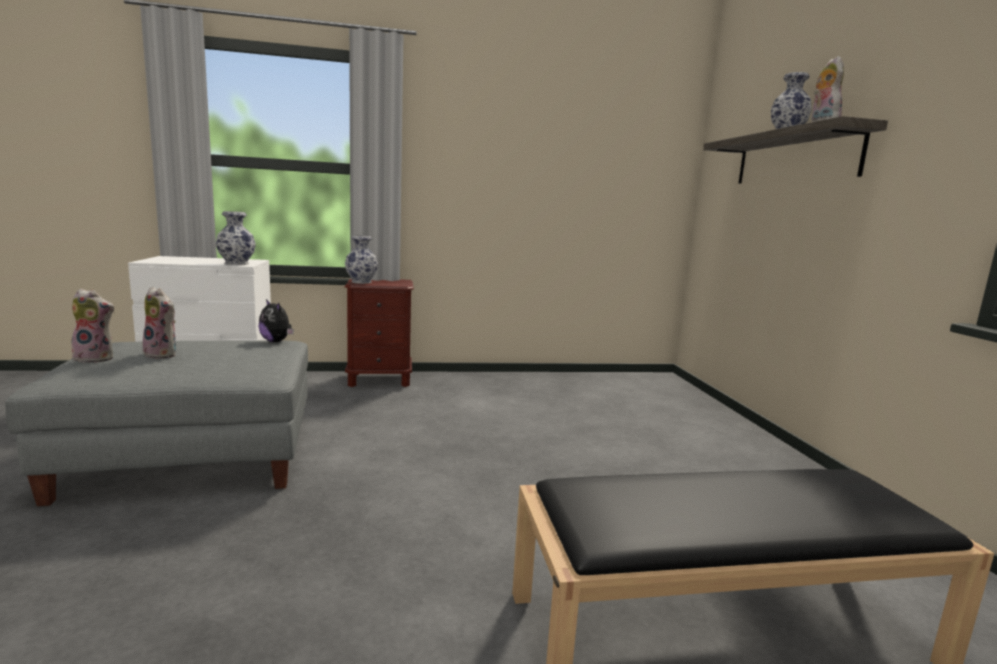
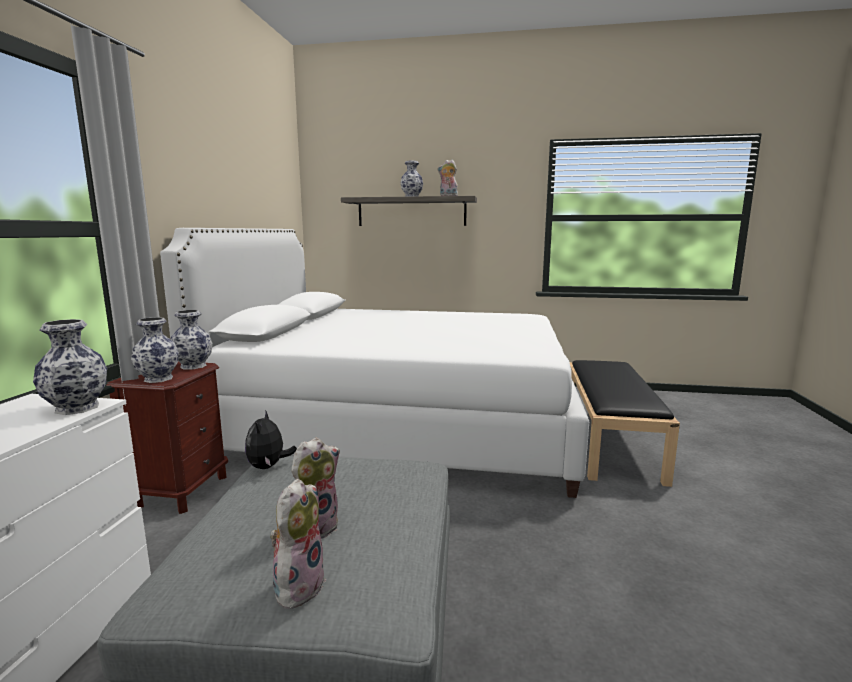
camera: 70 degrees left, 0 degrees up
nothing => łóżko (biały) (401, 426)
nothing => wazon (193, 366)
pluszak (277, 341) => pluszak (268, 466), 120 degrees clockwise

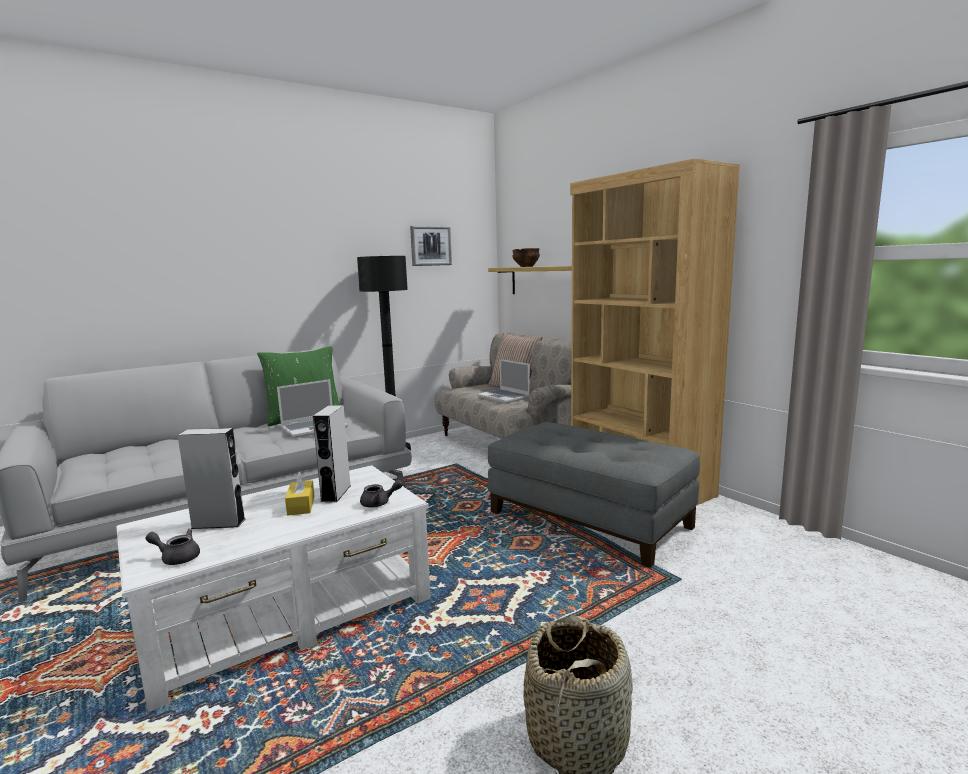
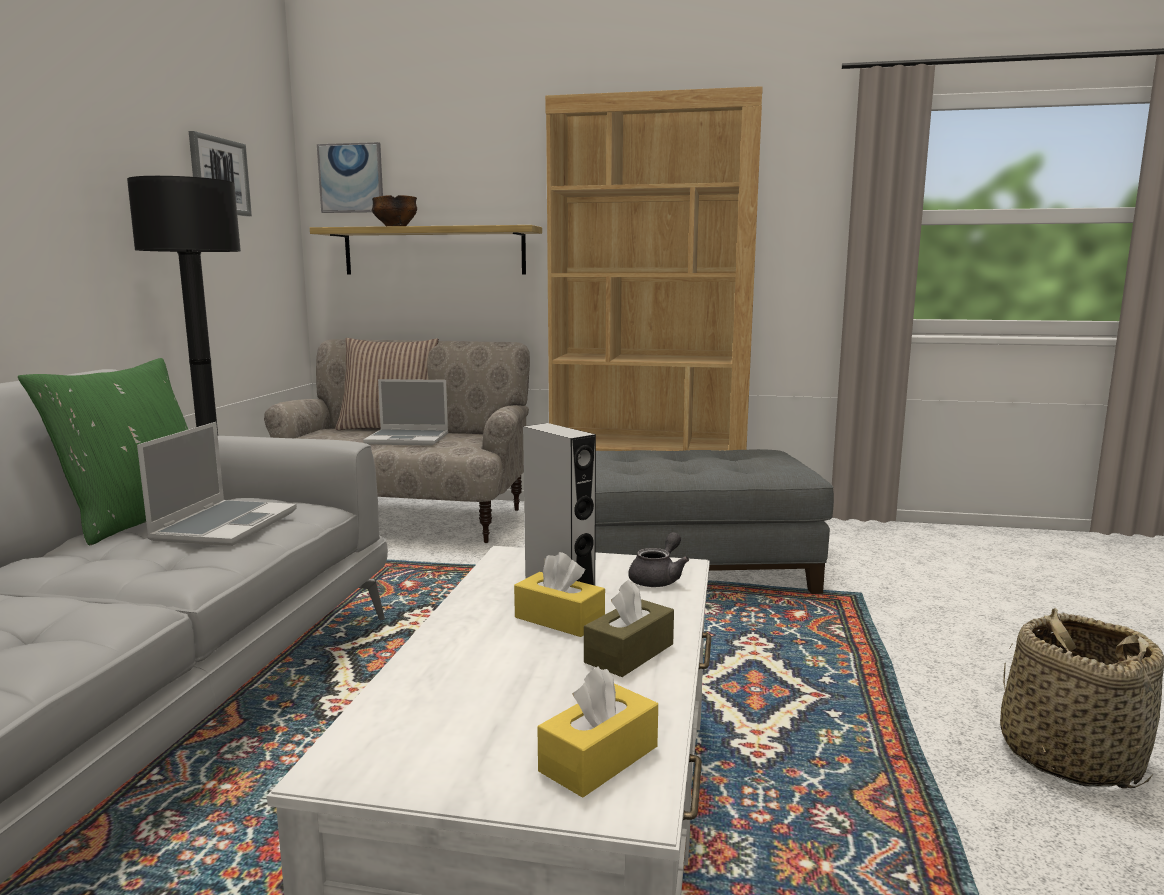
camera: 45 degrees left, 0 degrees up
nothing => obraz (351, 178)
imbryk (szary) (177, 557) => pudełko chusteczek (żółty) (599, 759)
nothing => pudełko chusteczek (brązowy) (629, 653)
głośnik (szary) (218, 523) => nothing

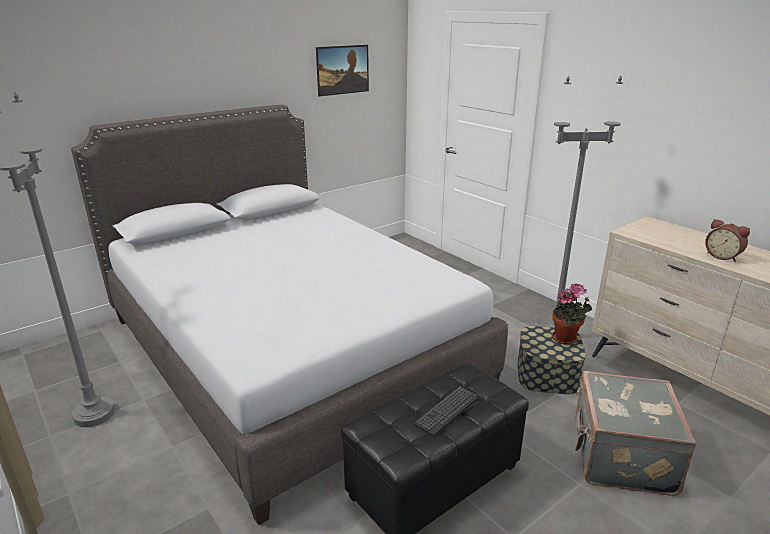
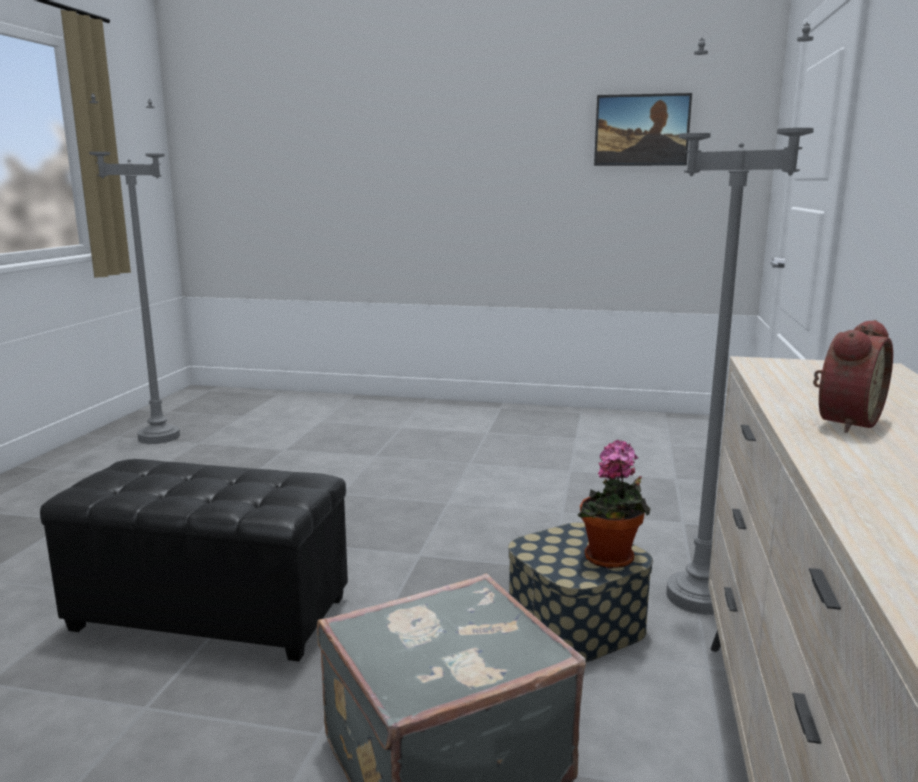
camera: 50 degrees right, 10 degrees down
budzik (722, 256) => budzik (843, 421), 150 degrees counterclockwise
łóżko (szary) (288, 352) => nothing
klawiatura (447, 411) => nothing

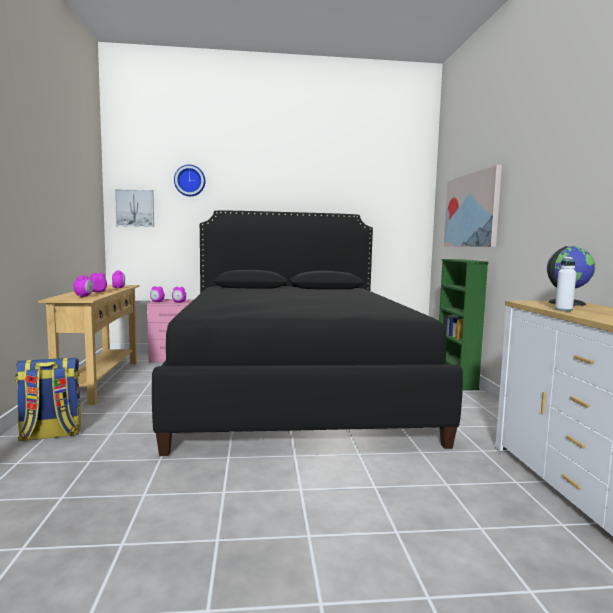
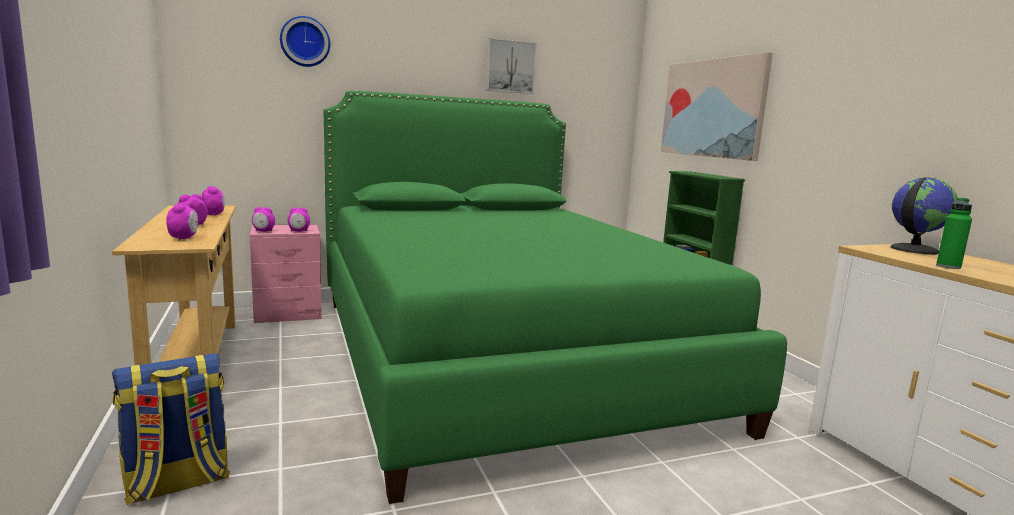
camera: 15 degrees left, 5 degrees up
łóżko (czarny) (294, 388) => łóżko (zielony) (499, 356)
obraz (135, 208) => obraz (510, 66), moved
butelka (biały) (563, 310) => butelka (zielony) (948, 266)

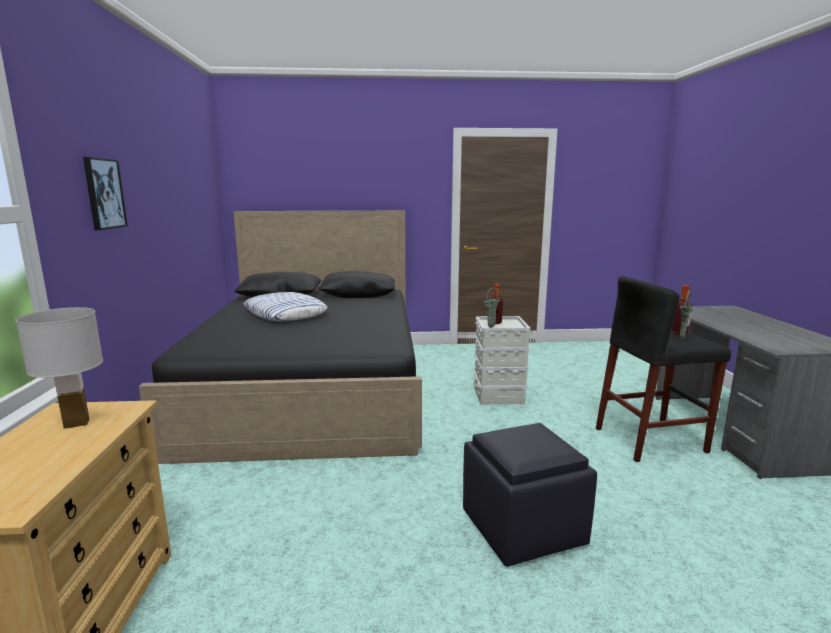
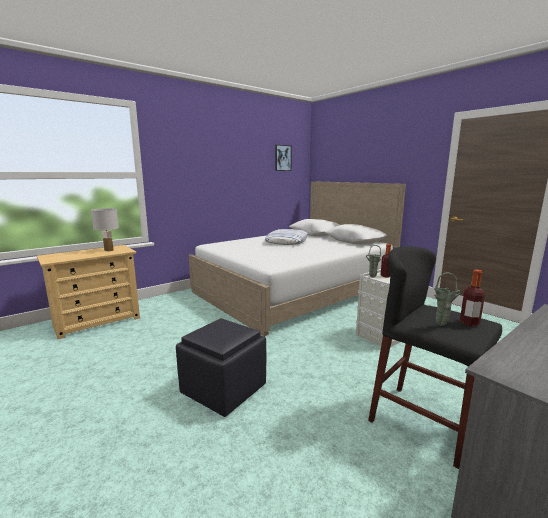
camera: 55 degrees right, 0 degrees up
łóżko (czarny) (313, 388) => łóżko (biały) (295, 290)
obraz (104, 194) => obraz (282, 158), moved

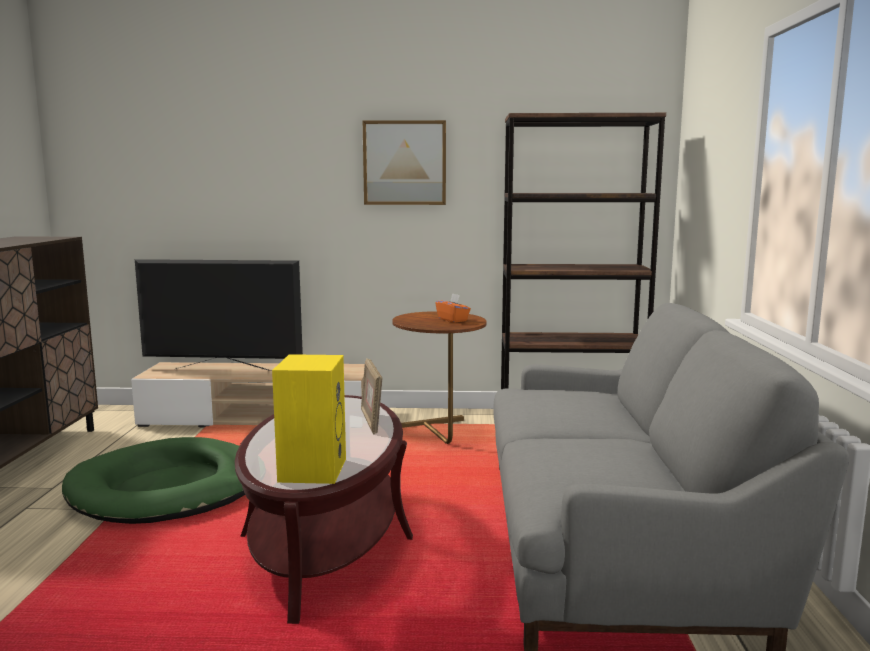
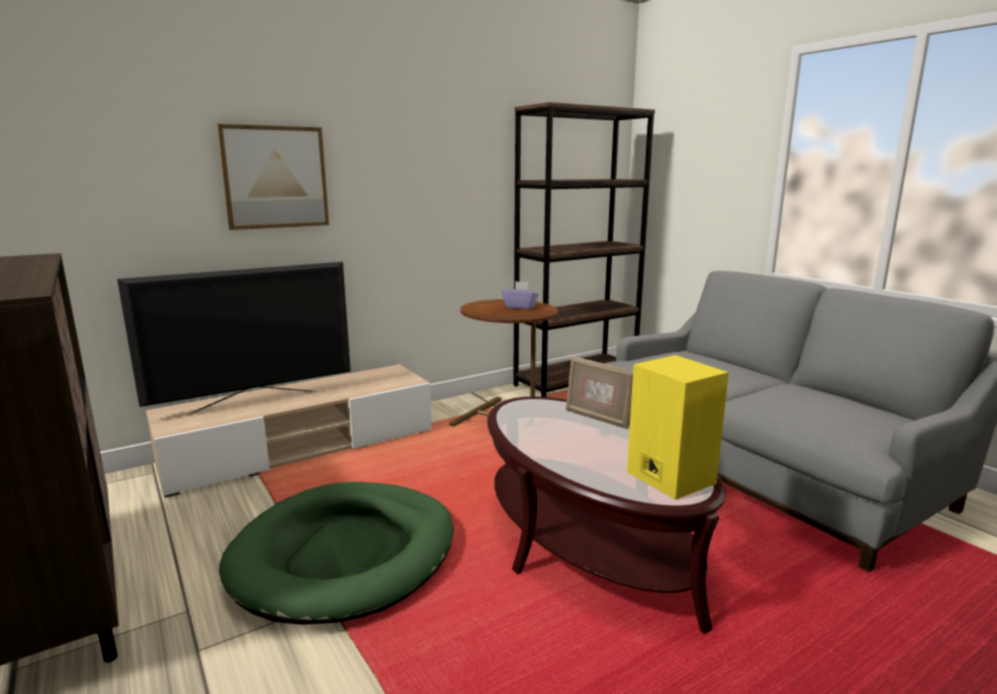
camera: 35 degrees left, 5 degrees up
obraz (404, 163) => obraz (275, 177), moved
pudełko chusteczek (pomarańczowy) (453, 320) => pudełko chusteczek (fioletowy) (520, 307)

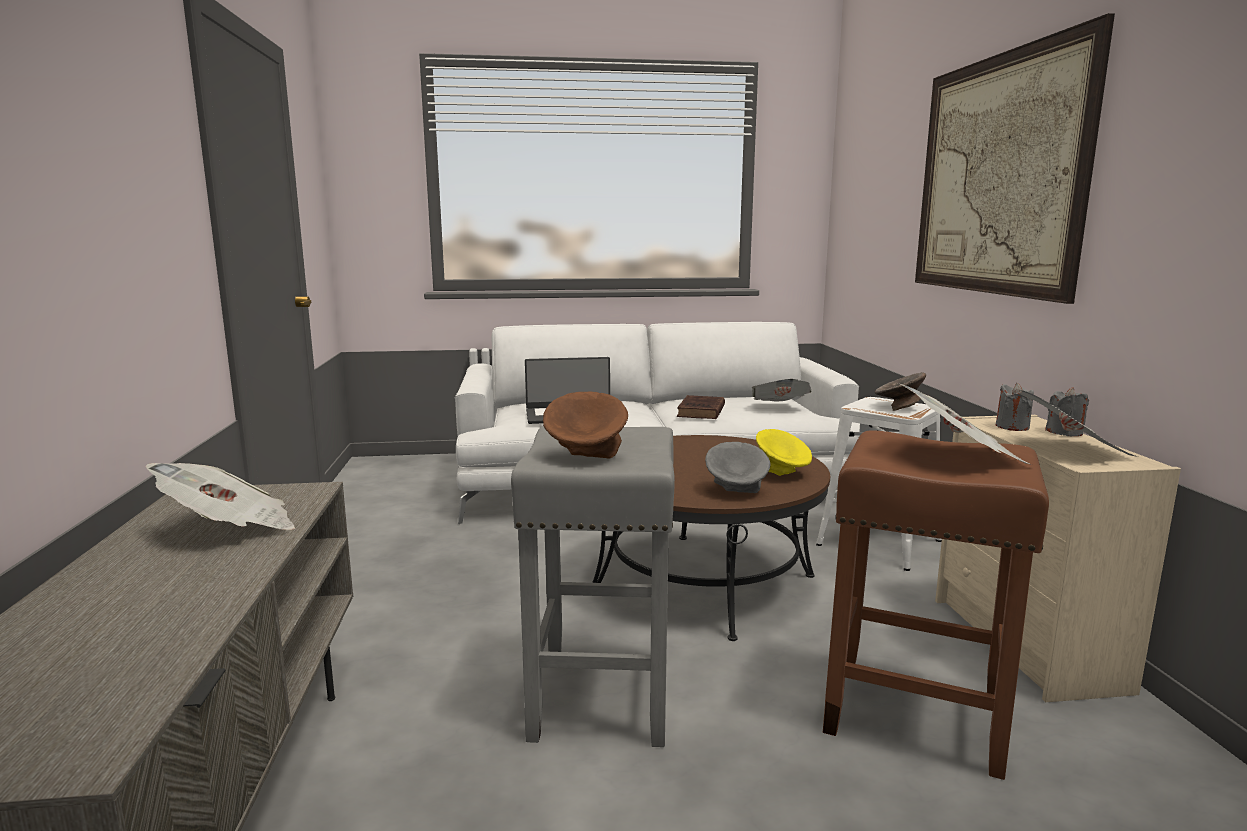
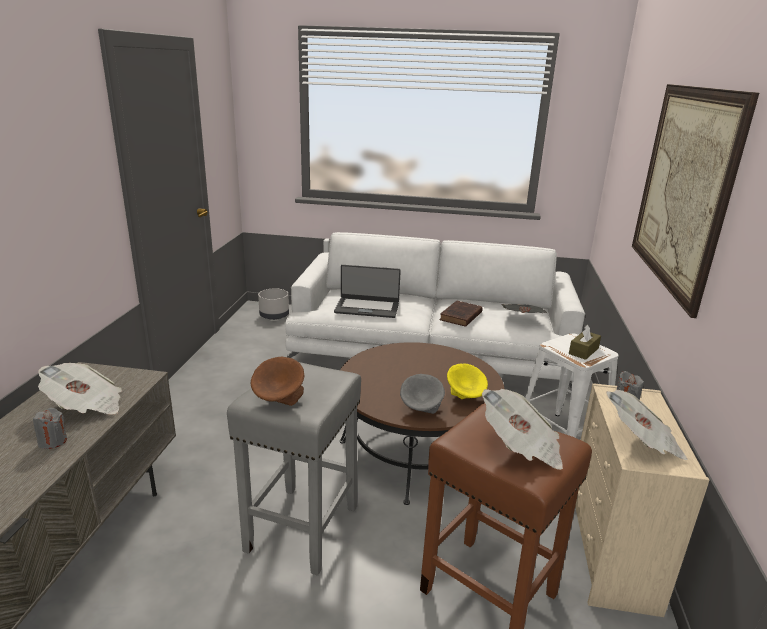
camera: 15 degrees right, 10 degrees up
świeca (szary) (1064, 433) => świeca (szary) (53, 441), moved
nothing => donica (szary) (274, 315)
miska (szary) (898, 408) => pudełko chusteczek (brązowy) (583, 351)

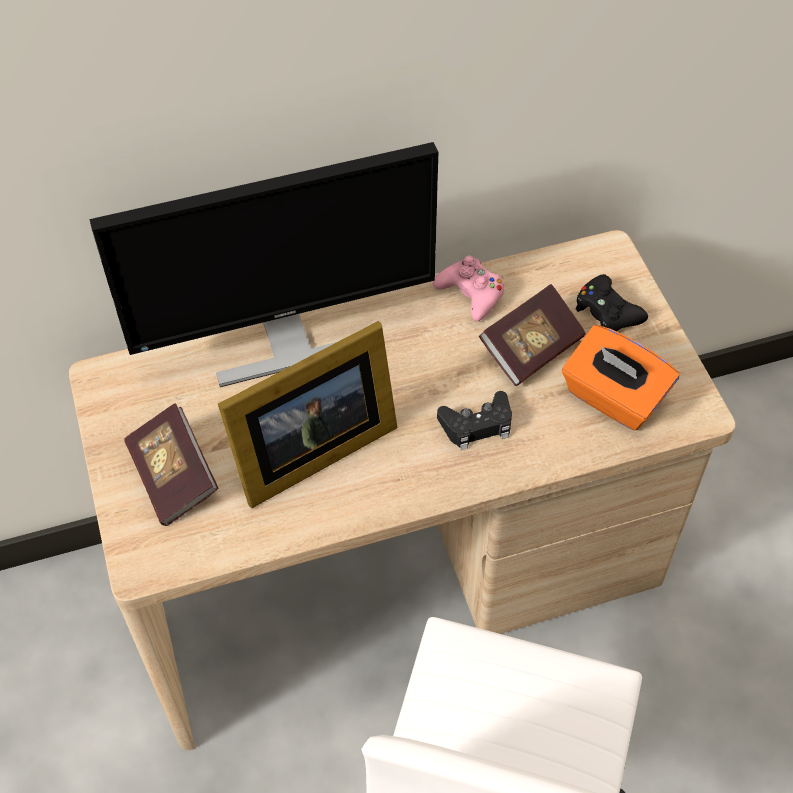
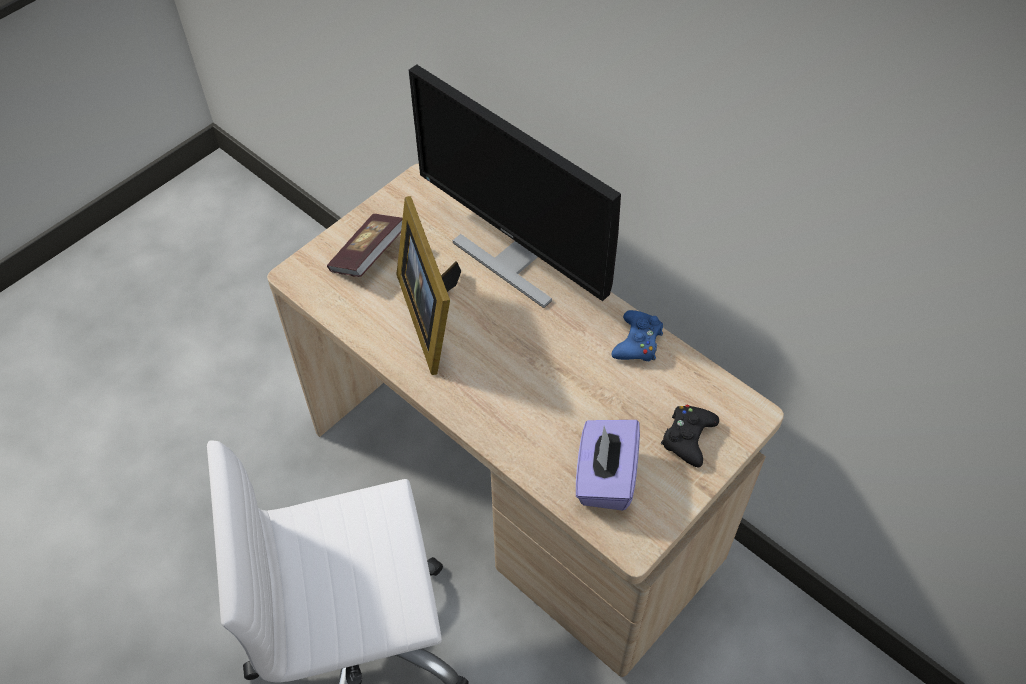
camera: 60 degrees right, 0 degrees up
ramka na zdjęcie (307, 452) => ramka na zdjęcie (432, 314), 45 degrees clockwise
pudełko chusteczek (pomarańczowy) (613, 398) => pudełko chusteczek (fioletowy) (605, 477)
pad do gier (różowy) (471, 294) => pad do gier (niebieski) (638, 342)
pad do gier (czarny) (477, 425) => nothing
książka (531, 348) => nothing

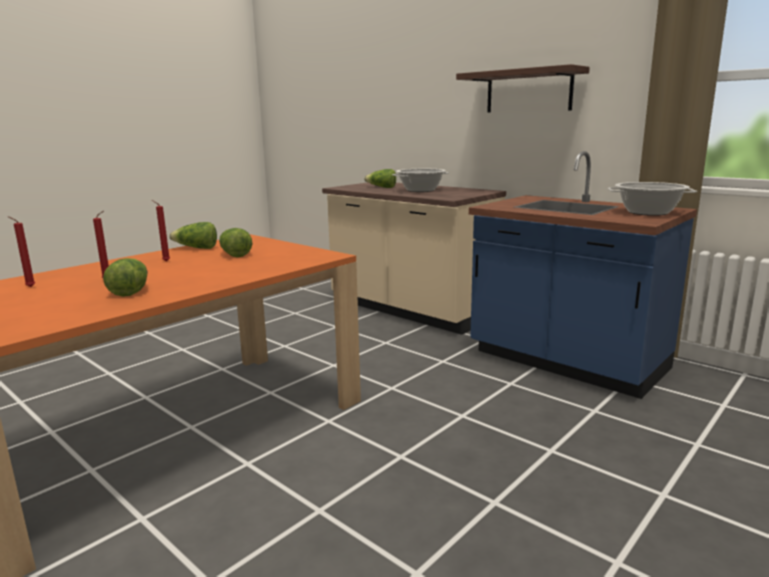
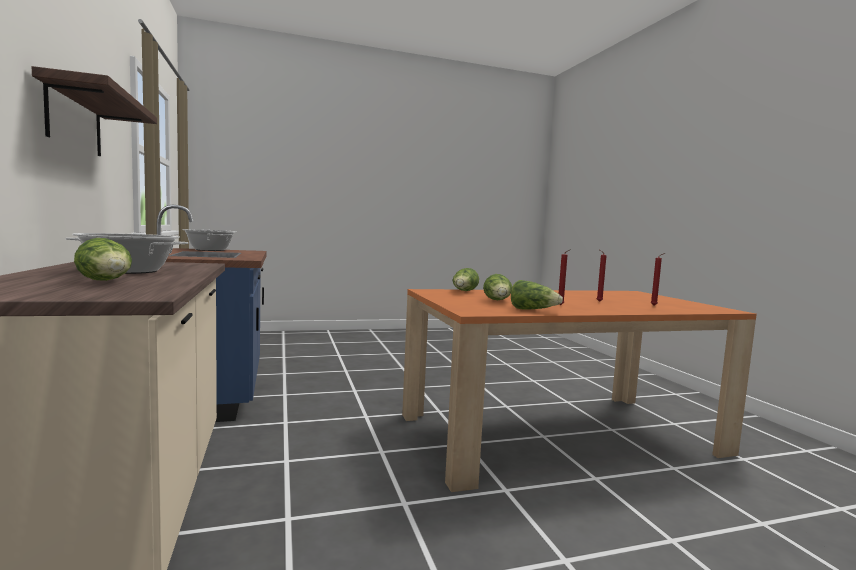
camera: 150 degrees left, 10 degrees down
sałata (129, 291) => sałata (464, 291), moved

